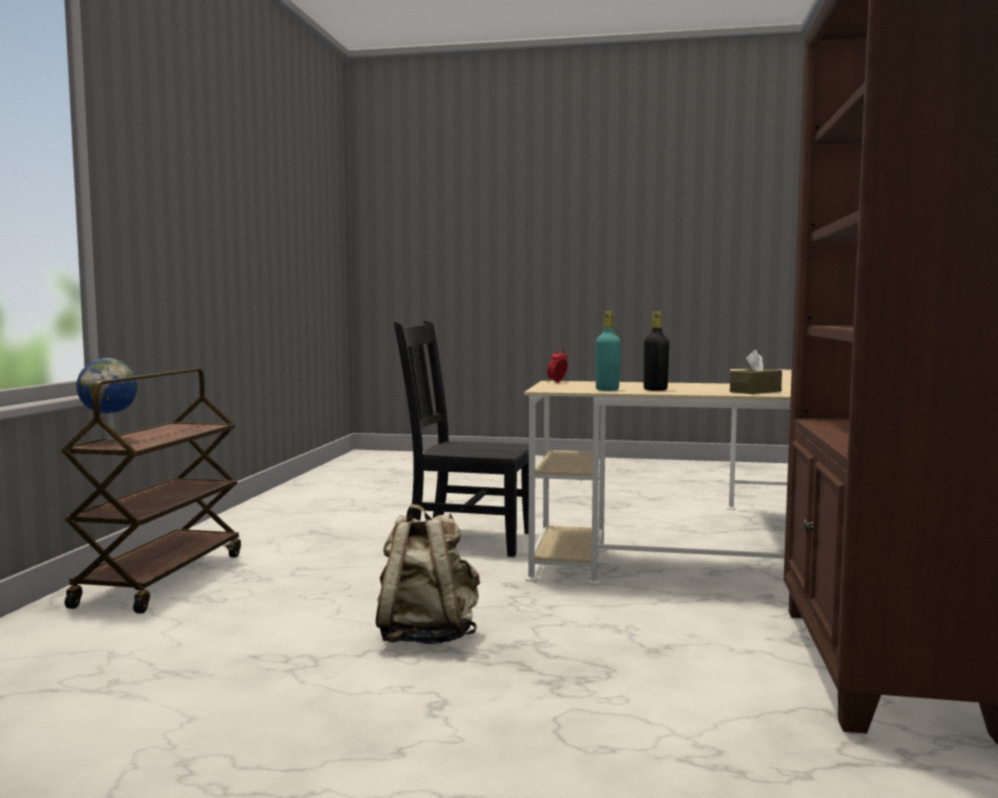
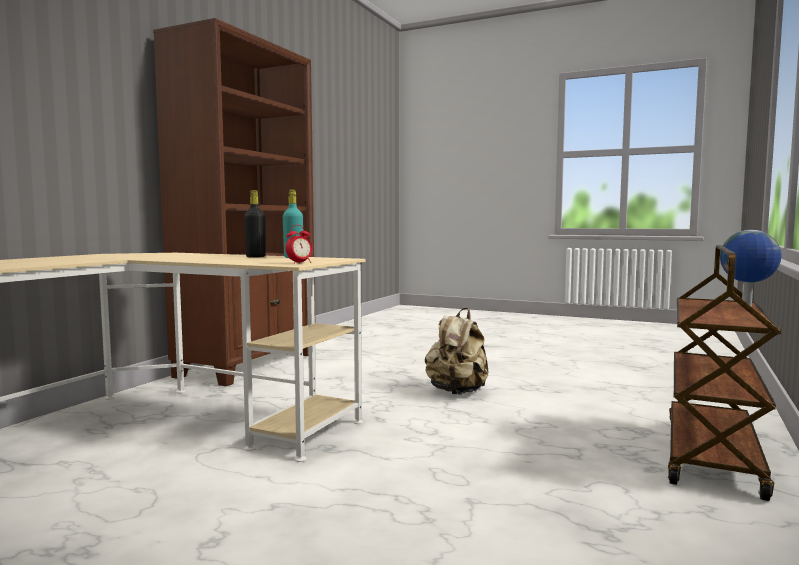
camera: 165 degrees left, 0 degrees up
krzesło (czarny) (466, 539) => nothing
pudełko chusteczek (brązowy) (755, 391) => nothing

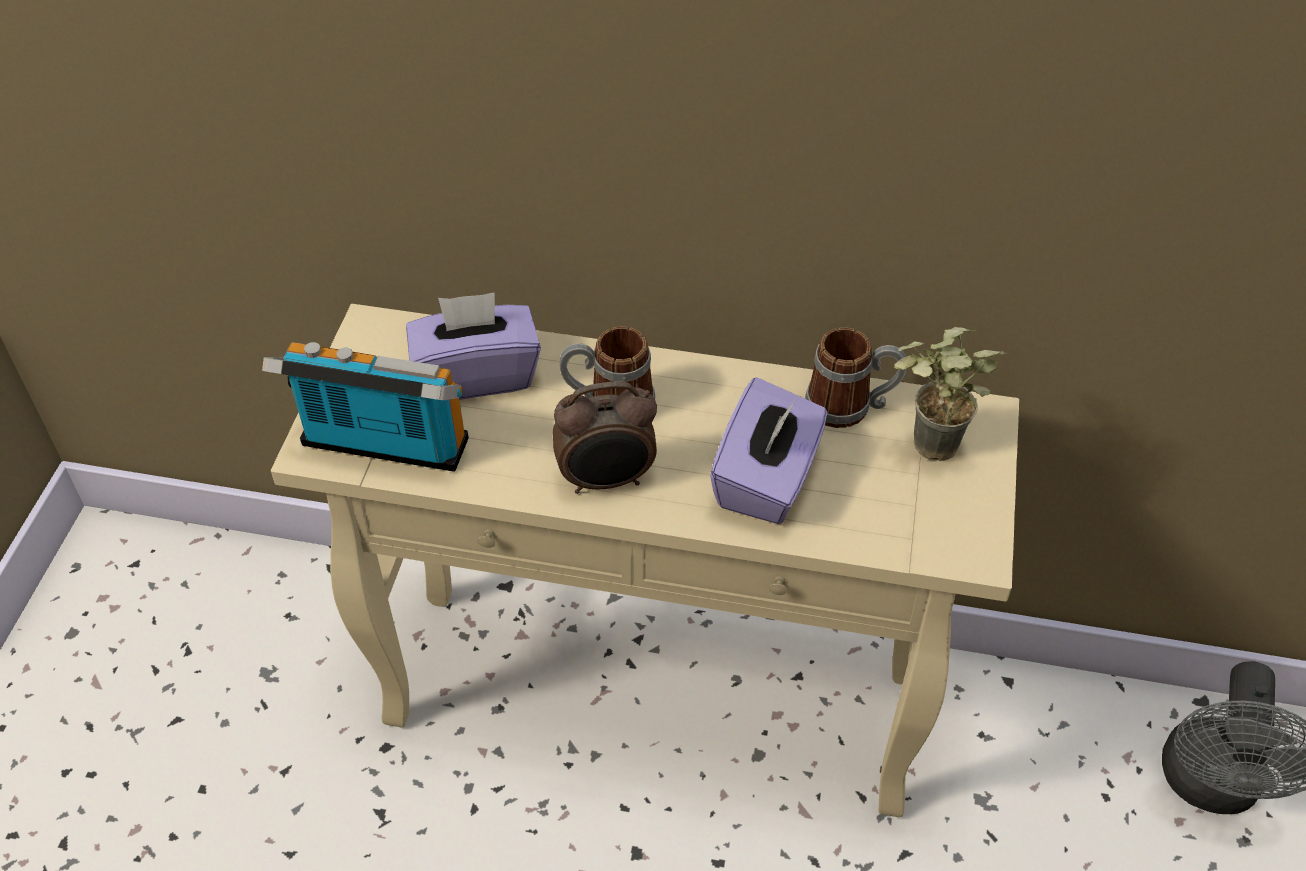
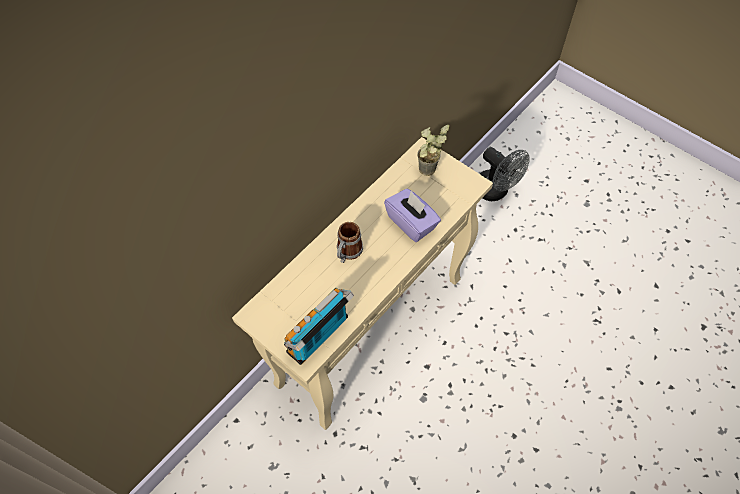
camera: 60 degrees left, 10 degrees up
pudełko chusteczek (fioletowy) (477, 374) => nothing
budzik (607, 480) => nothing
kubek (850, 406) => nothing

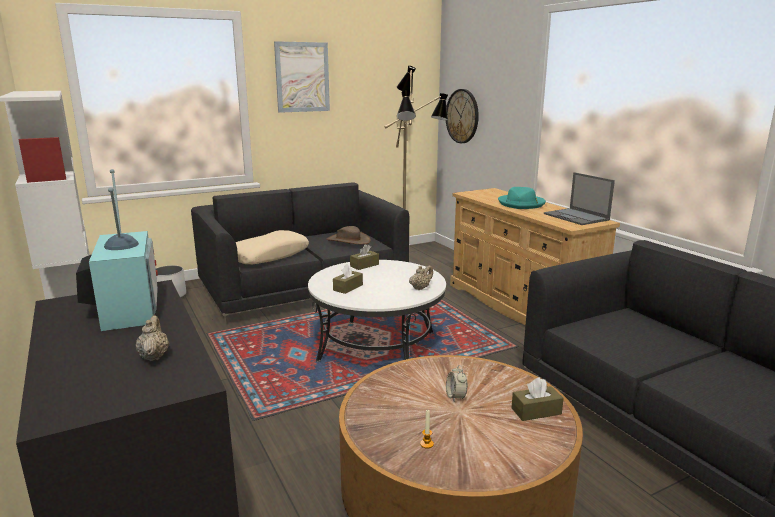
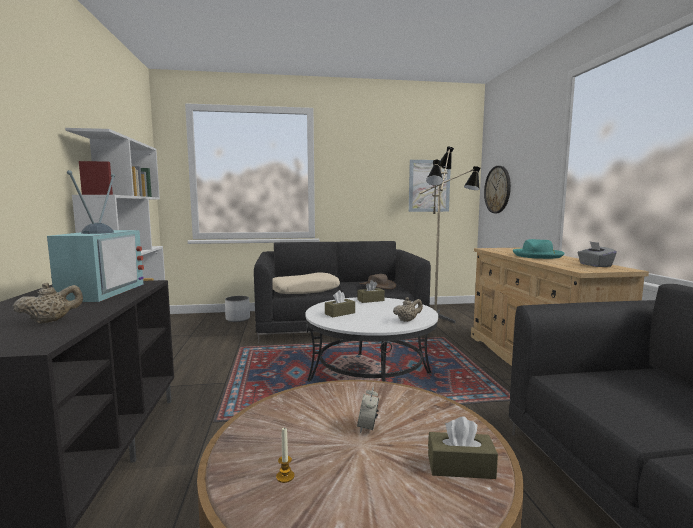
camera: 20 degrees right, 10 degrees down
imbryk (beżowy) (154, 356) => imbryk (beżowy) (51, 321), 45 degrees clockwise
obraz (302, 77) => obraz (429, 186), moved
laptop (576, 217) => pudełko chusteczek (szary) (594, 265)

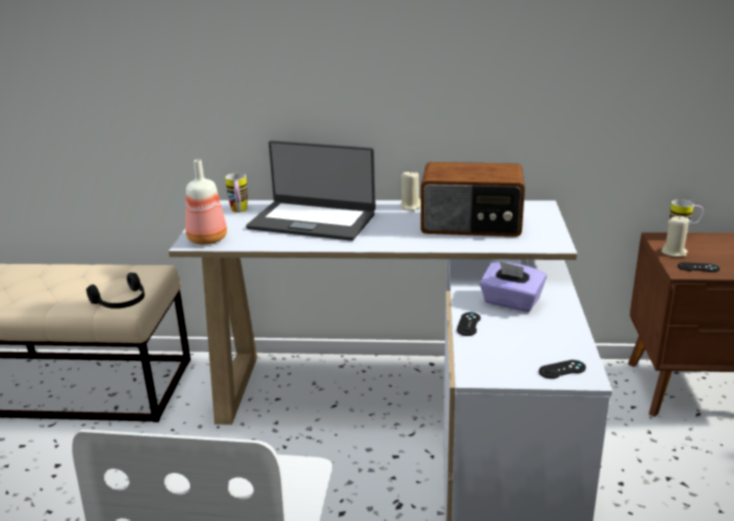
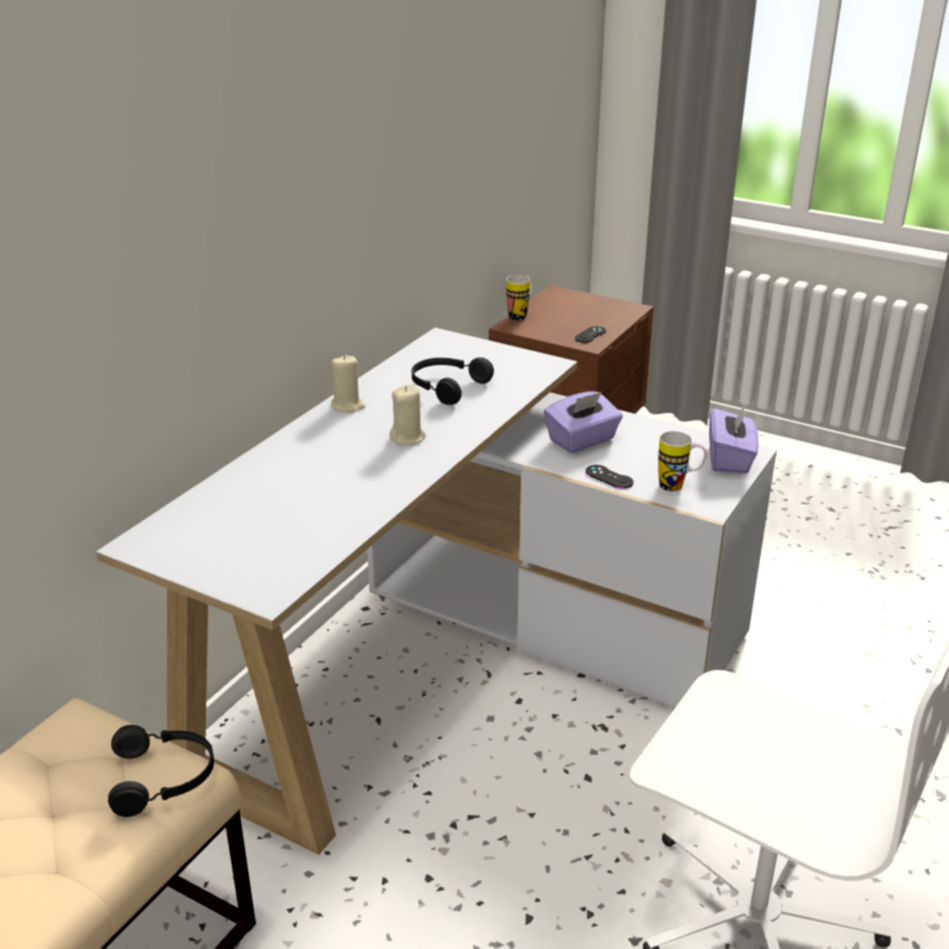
camera: 65 degrees left, 5 degrees up
świeca (beżowy) (674, 252) => świeca (beżowy) (408, 438), moved
radio (471, 224) => słuchawki (czarny) (446, 387)
kubek (239, 211) => kubek (678, 486), moved
pad do gier (czarny) (562, 369) => pudełko chusteczek (fioletowy) (730, 459)
butelka (208, 240) => nothing
laptop (312, 221) => nothing

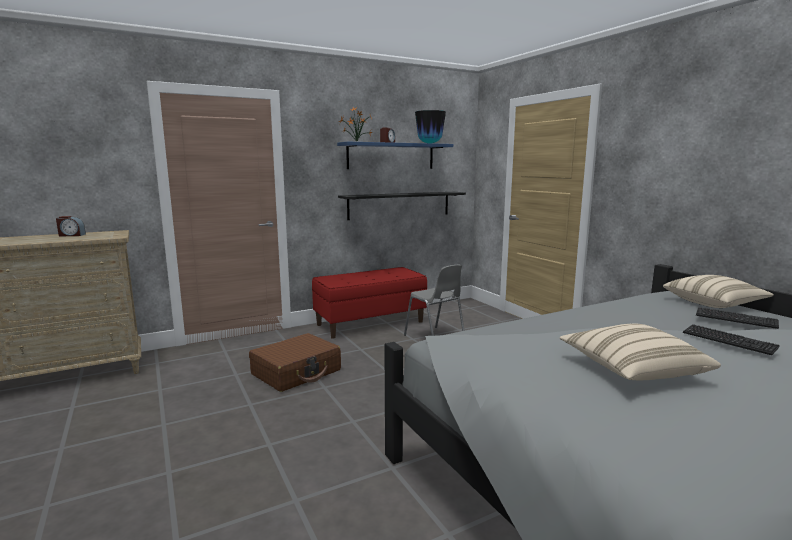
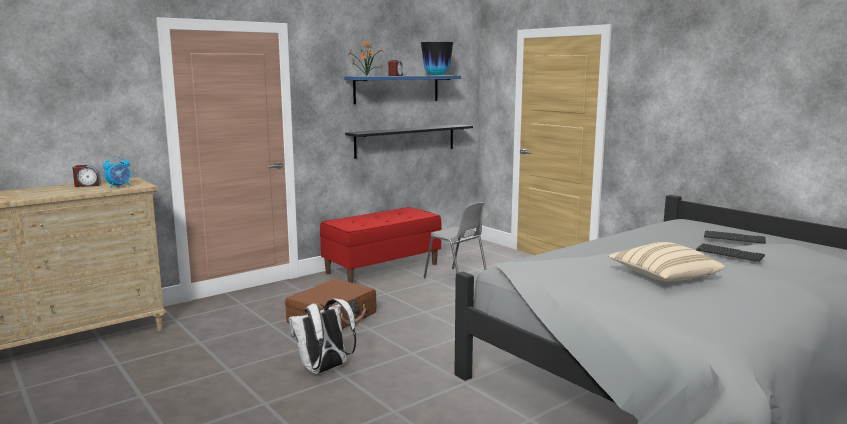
camera: 10 degrees left, 0 degrees up
nothing => budzik (119, 186)
nothing => plecak (biały) (324, 370)
poduszka (beżowy) (714, 303) => nothing

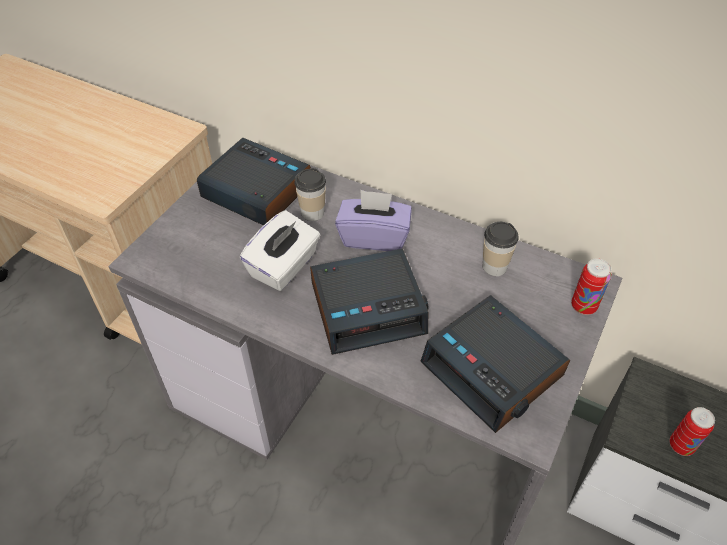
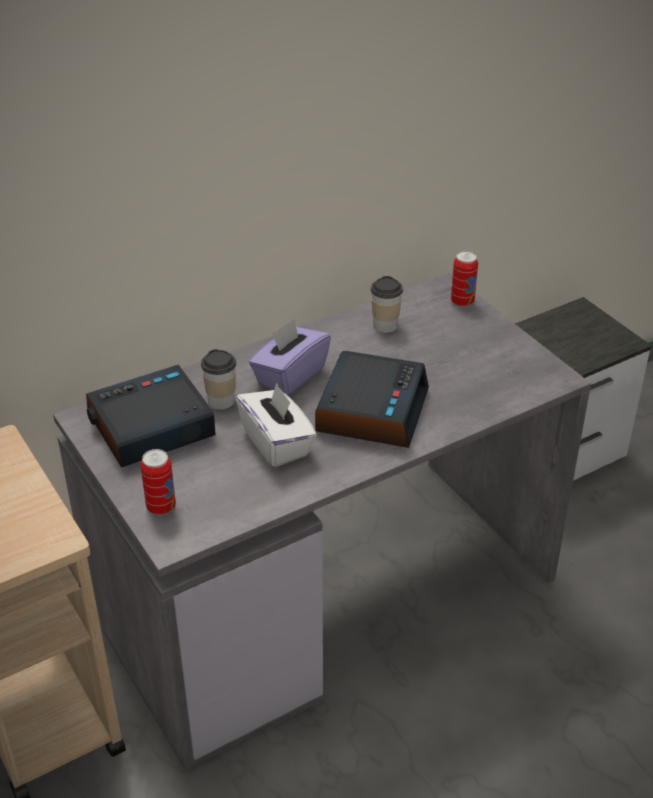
camera: 60 degrees left, 10 degrees down
puszka (681, 445) => puszka (161, 507), moved
budzik (493, 370) => nothing

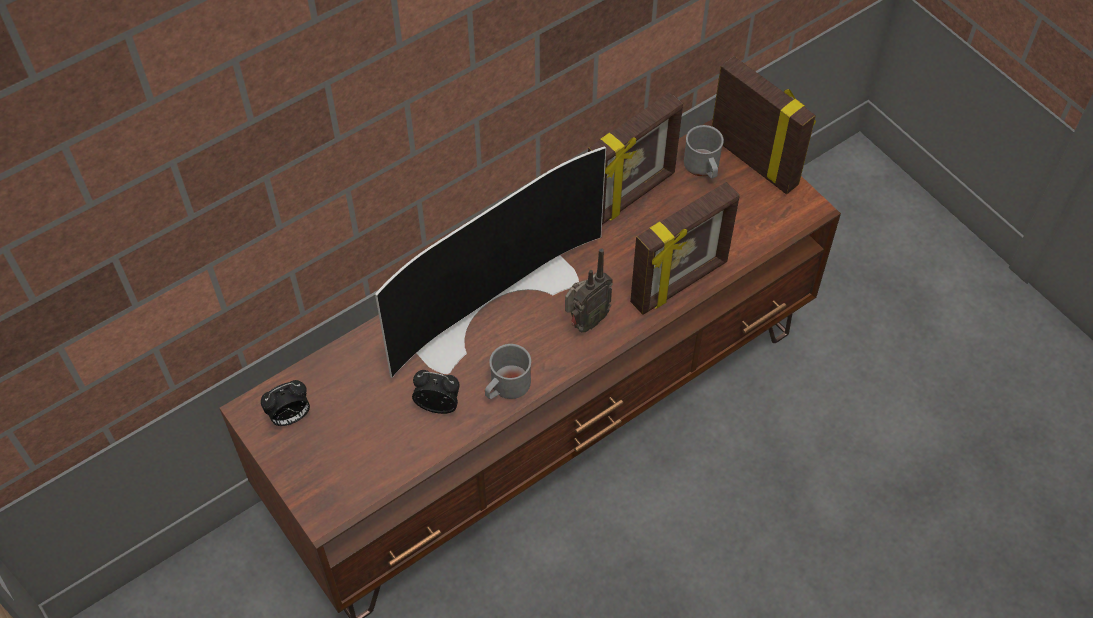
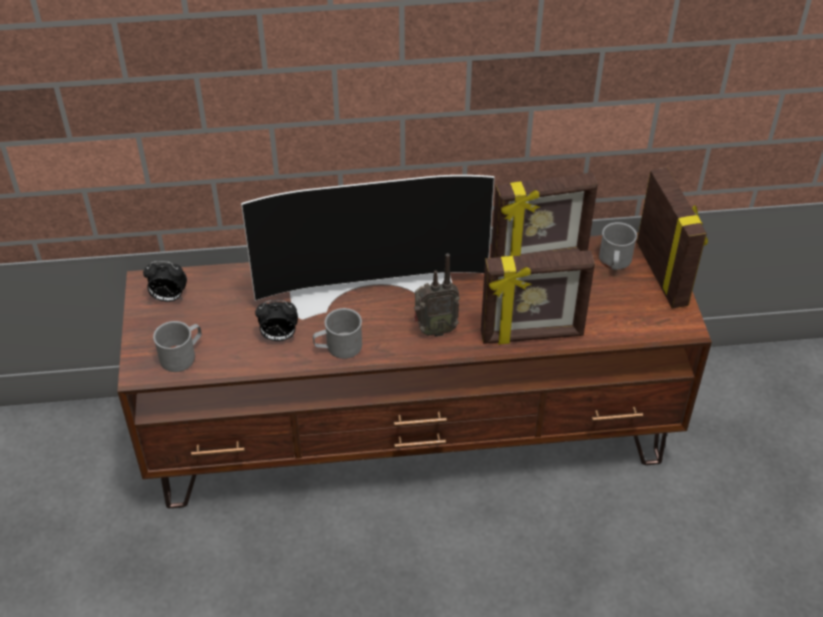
camera: 30 degrees right, 10 degrees down
nothing => kubek (szary) (182, 355)
budzik (439, 405) => budzik (279, 337), 135 degrees clockwise

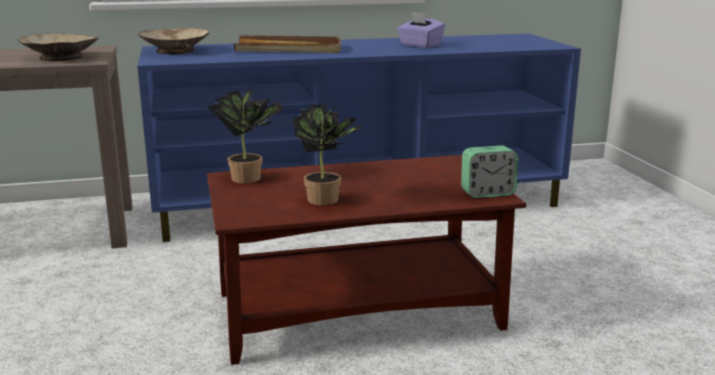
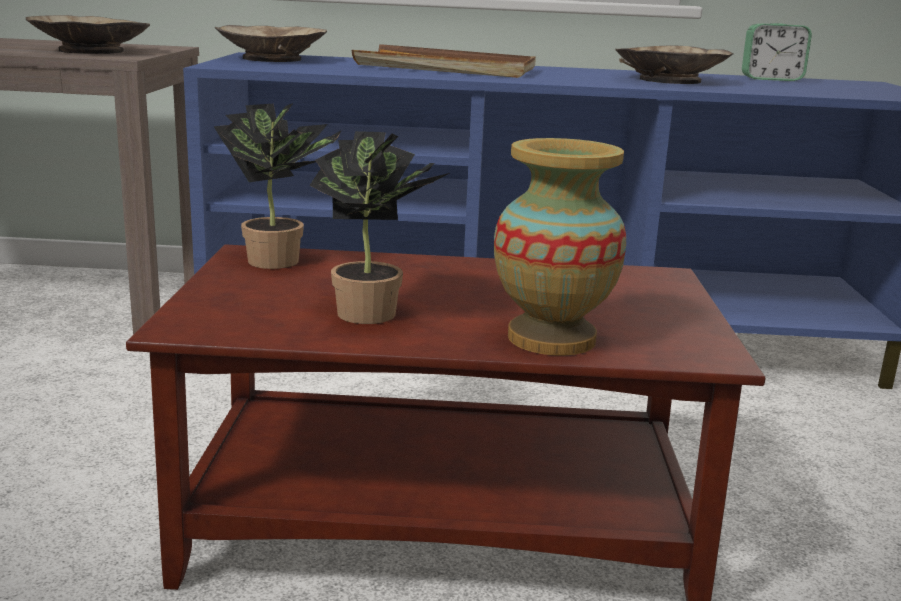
camera: 15 degrees right, 0 degrees up
nothing => wazon (552, 339)
pudełko chusteczek (fioletowy) (420, 45) => miska (beżowy) (670, 80)
budzik (487, 193) => budzik (771, 79), moved

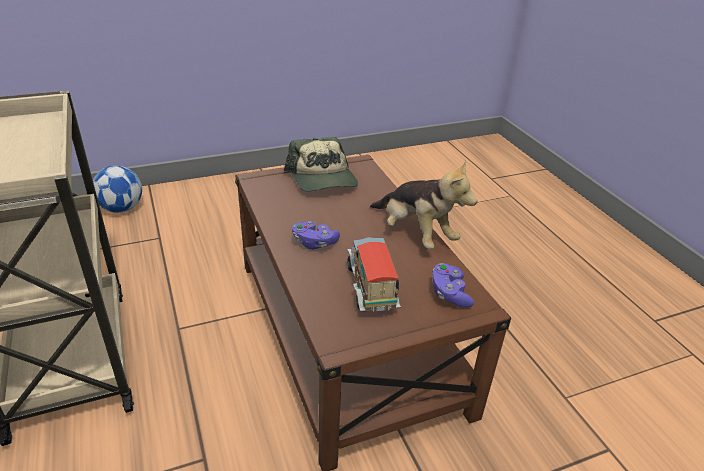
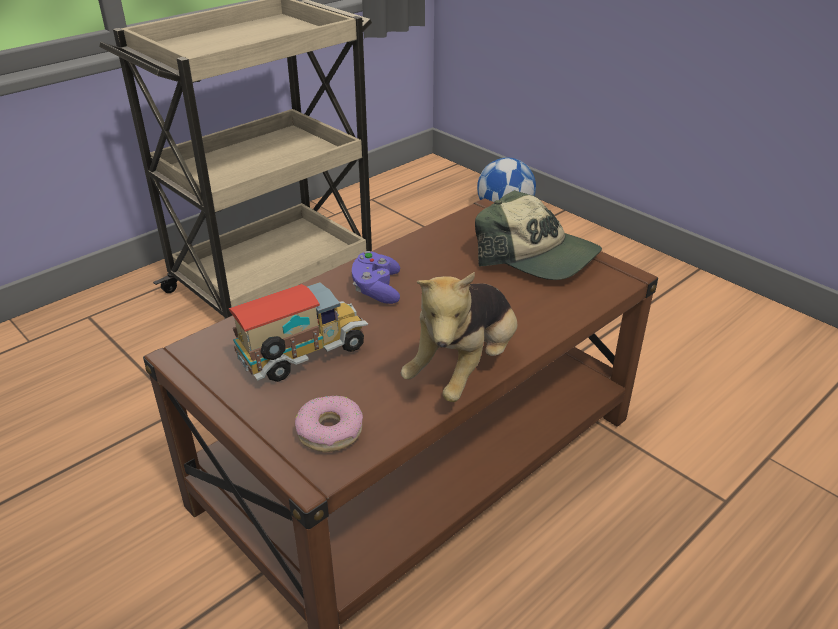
camera: 70 degrees right, 0 degrees up
pad do gier (fioletowy) (449, 294) => donut (329, 431)
czapka z daszkiem (323, 179) => czapka z daszkiem (537, 256), 105 degrees counterclockwise

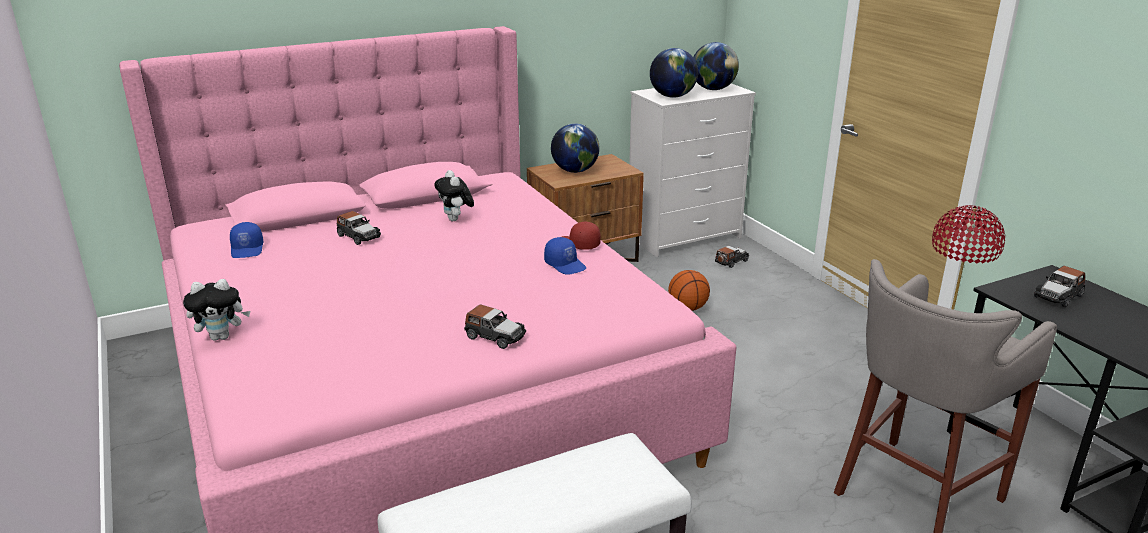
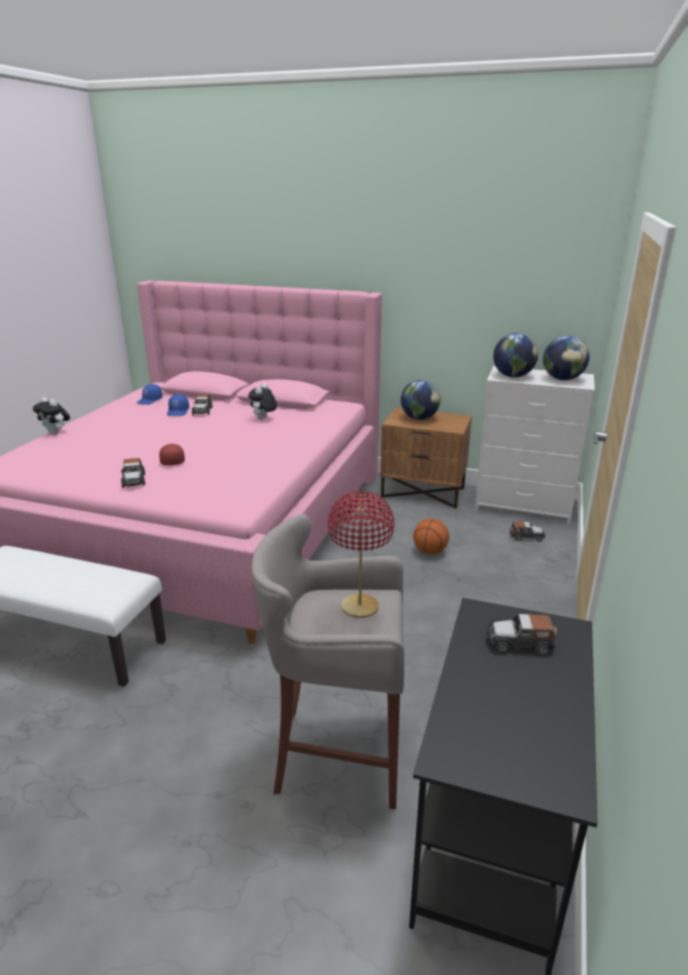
camera: 45 degrees right, 0 degrees up
czapka z daszkiem (czerwony) (578, 245) => czapka z daszkiem (czerwony) (172, 461), moved
czapka z daszkiem (niebieski) (565, 265) => czapka z daszkiem (niebieski) (178, 412), moved

